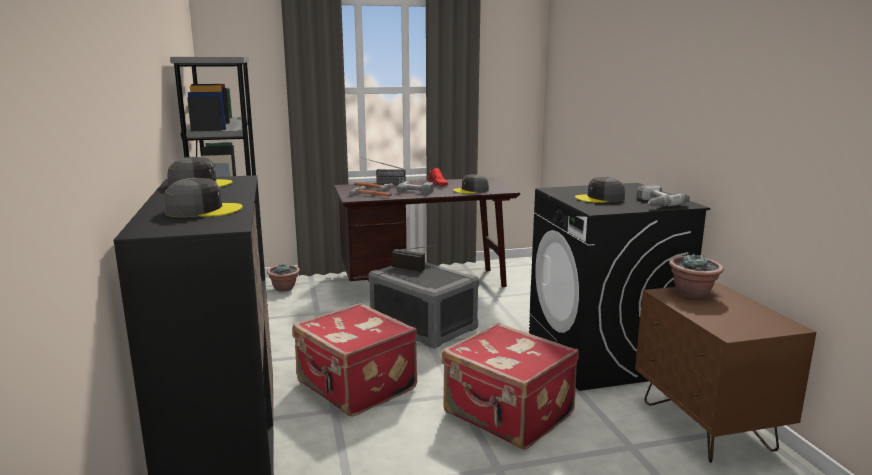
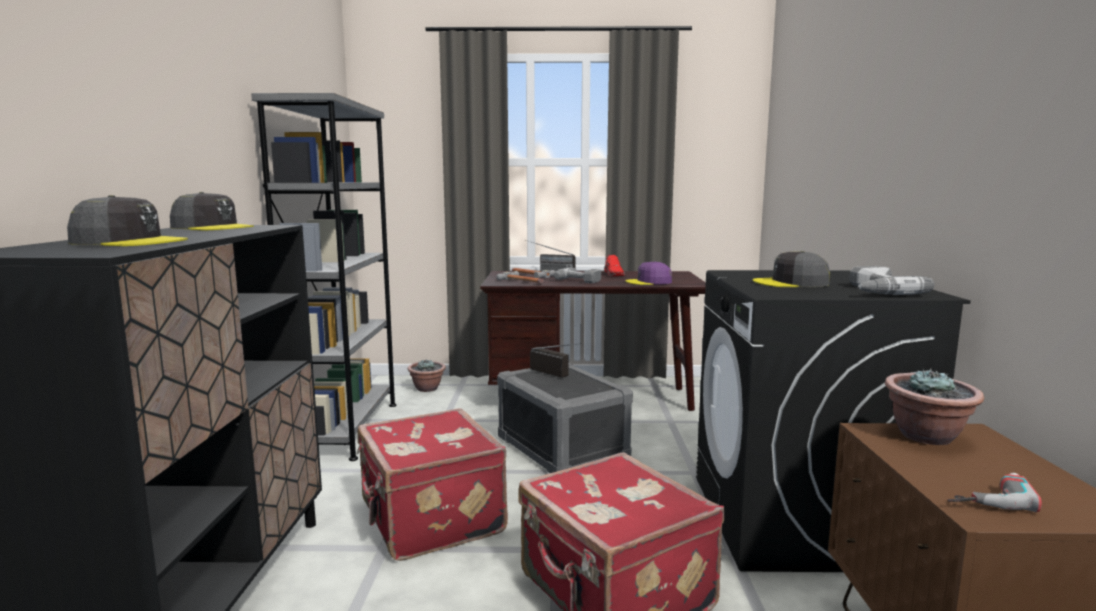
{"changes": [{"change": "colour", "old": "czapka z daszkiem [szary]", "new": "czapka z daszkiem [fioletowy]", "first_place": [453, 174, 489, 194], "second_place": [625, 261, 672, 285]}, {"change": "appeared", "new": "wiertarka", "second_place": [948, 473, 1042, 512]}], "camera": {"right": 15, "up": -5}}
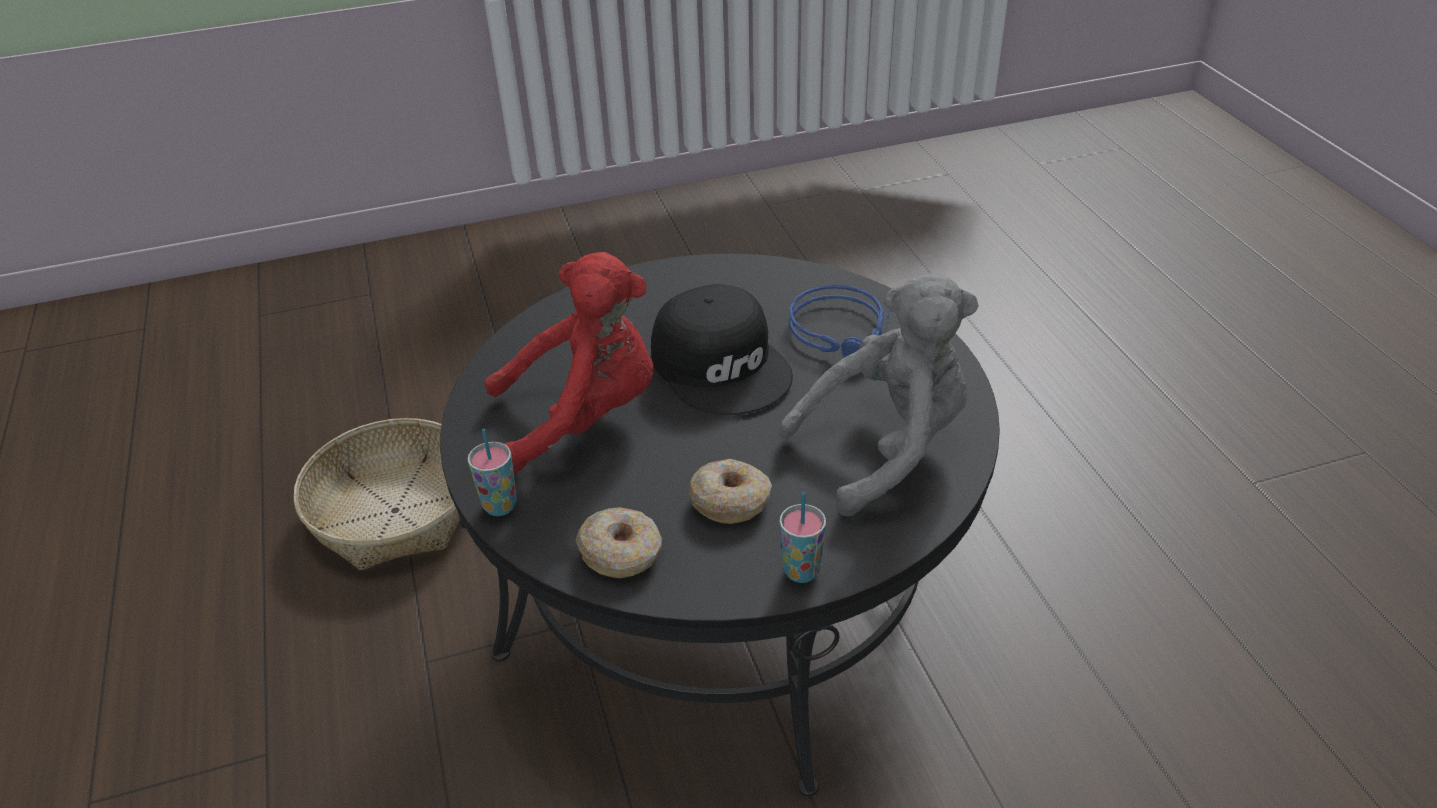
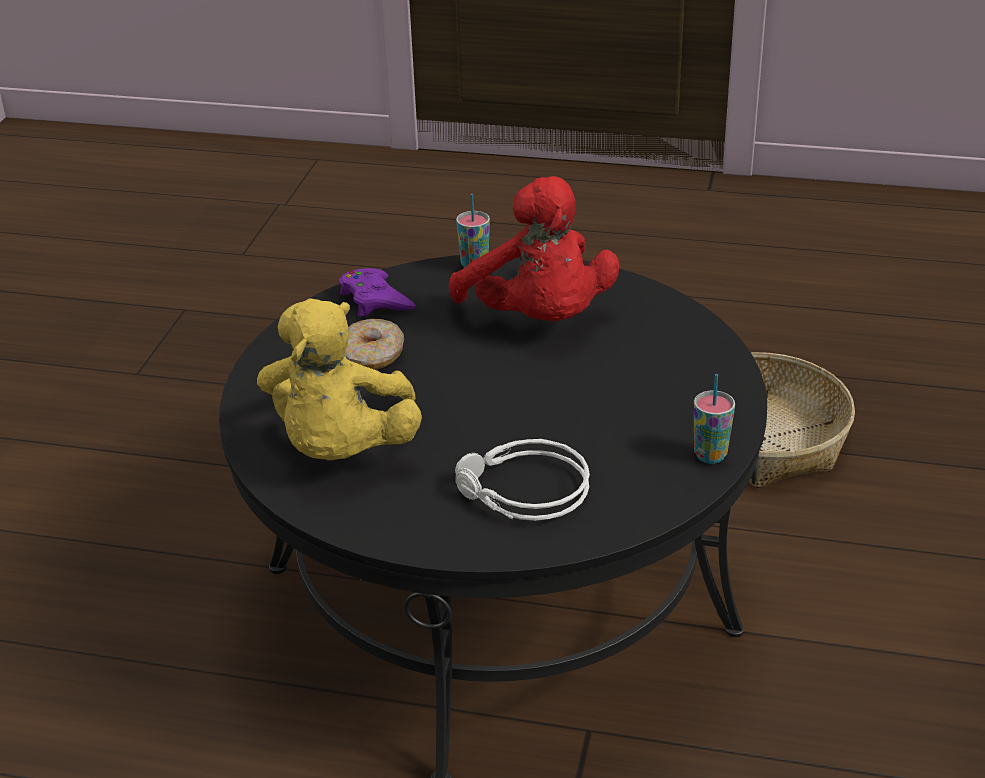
{"changes": [{"change": "colour", "old": "pluszak [szary]", "new": "pluszak [żółty]", "first_place": [778, 273, 979, 516], "second_place": [257, 298, 422, 460]}, {"change": "exchanged", "old": "donut", "new": "pad do gier [fioletowy]", "first_place": [576, 507, 662, 578], "second_place": [339, 268, 416, 316]}, {"change": "spun", "old": "pluszak [czerwony]", "first_place": [484, 252, 654, 474], "second_place": [449, 176, 620, 321], "degrees": -45}, {"change": "colour", "old": "słuchawki [niebieski]", "new": "słuchawki [biały]", "first_place": [789, 285, 890, 358], "second_place": [455, 439, 590, 521]}, {"change": "relocated", "old": "filiżanka", "first_place": [779, 492, 826, 583], "second_place": [694, 374, 735, 464]}, {"change": "missing", "old": "czapka z daszkiem [czarny]", "first_place": [651, 284, 793, 415]}], "camera": {"right": 120, "up": -5}}
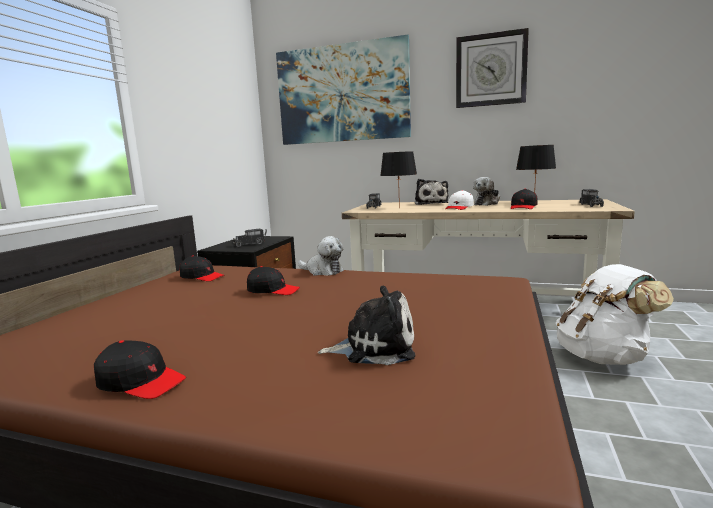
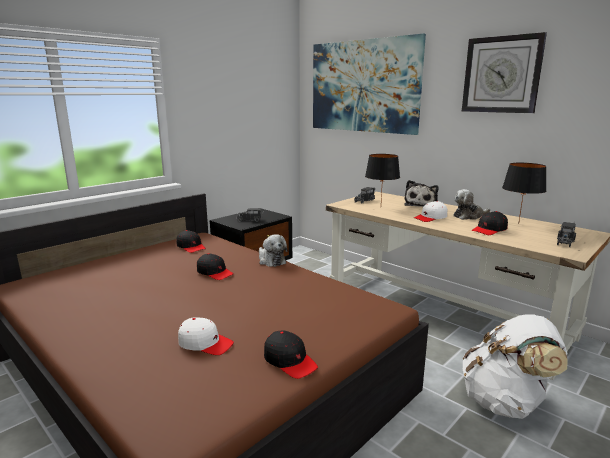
{"changes": [{"change": "exchanged", "old": "pluszak", "new": "czapka z daszkiem [biały]", "first_place": [318, 286, 415, 365], "second_place": [178, 317, 234, 355]}, {"change": "relocated", "old": "czapka z daszkiem [czarny]", "first_place": [94, 340, 186, 399], "second_place": [264, 331, 318, 379]}], "camera": {"right": 25, "up": 5}}
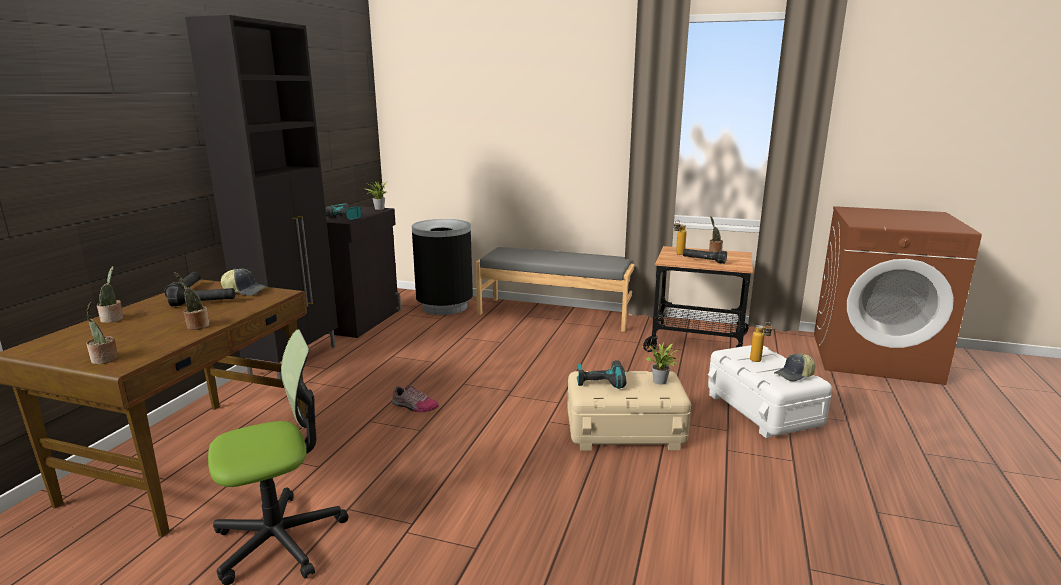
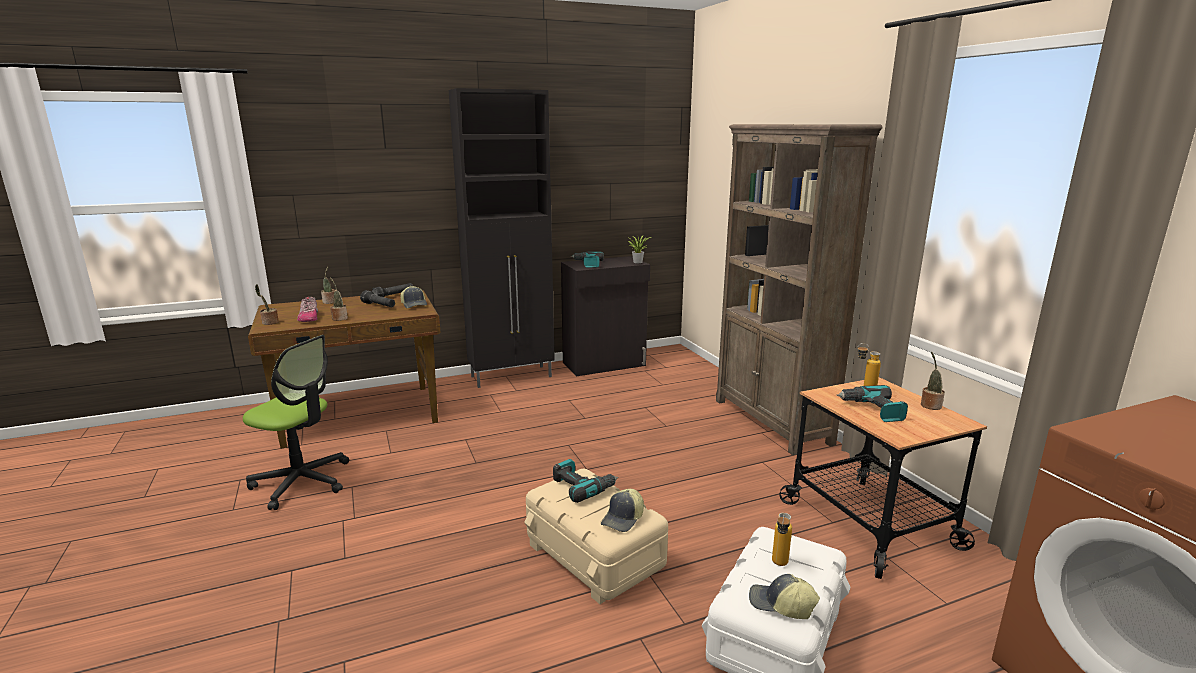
{"changes": [{"change": "relocated", "old": "but", "first_place": [392, 385, 439, 412], "second_place": [297, 297, 318, 322]}, {"change": "exchanged", "old": "roślina doniczkowa", "new": "czapka z daszkiem", "first_place": [646, 343, 678, 385], "second_place": [601, 489, 644, 532]}, {"change": "exchanged", "old": "ławka [szary]", "new": "regał [brązowy]", "first_place": [476, 247, 634, 332], "second_place": [716, 124, 882, 455]}, {"change": "exchanged", "old": "latarka [czarny]", "new": "wiertarka", "first_place": [683, 249, 727, 264], "second_place": [836, 385, 908, 422]}, {"change": "missing", "old": "kosz na śmieci [czarny]", "first_place": [411, 219, 473, 315]}], "camera": {"right": 50, "up": 0}}
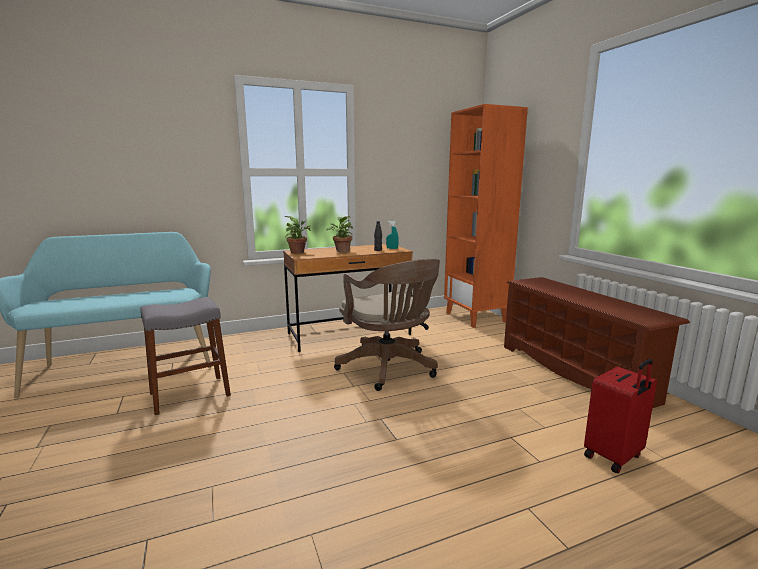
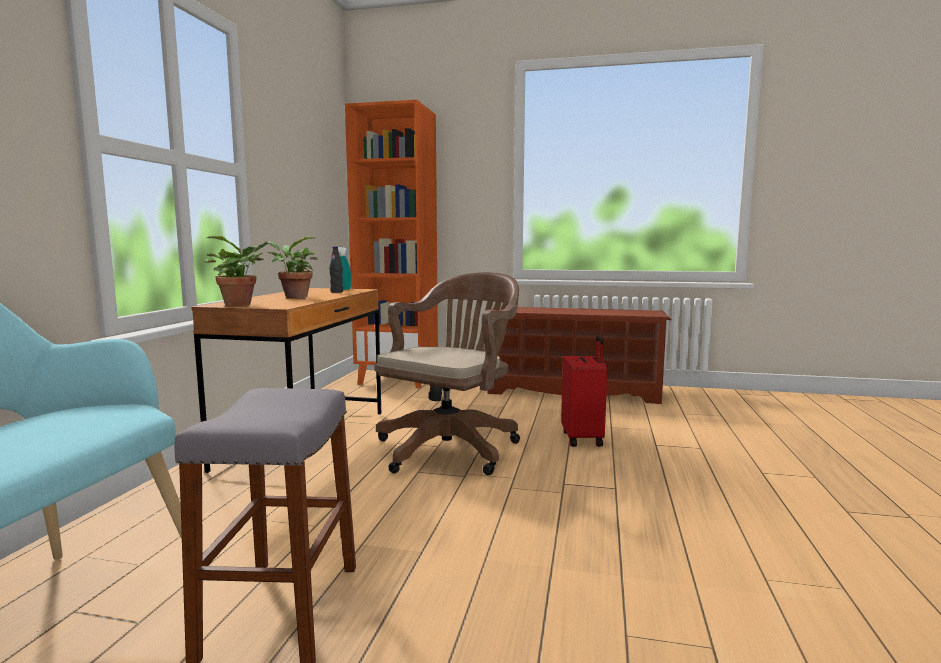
{"changes": [{"change": "spun", "old": "krzesło biurowe [brązowy]", "first_place": [334, 259, 440, 391], "second_place": [374, 272, 520, 475], "degrees": -60}, {"change": "relocated", "old": "walizka [czerwony]", "first_place": [584, 359, 657, 473], "second_place": [561, 336, 607, 447]}], "camera": {"right": -55, "up": -5}}
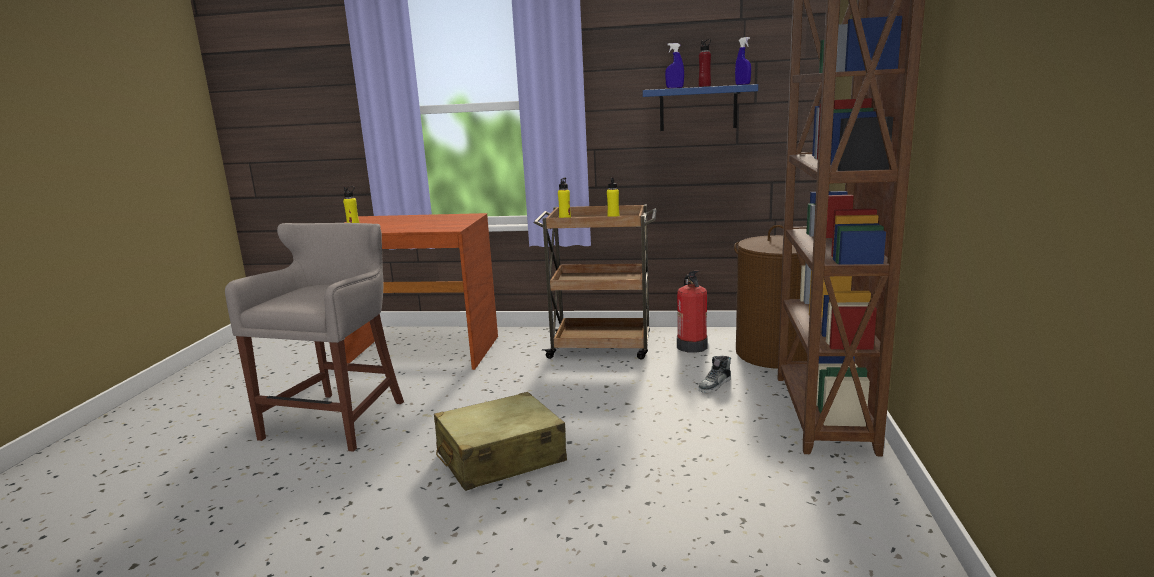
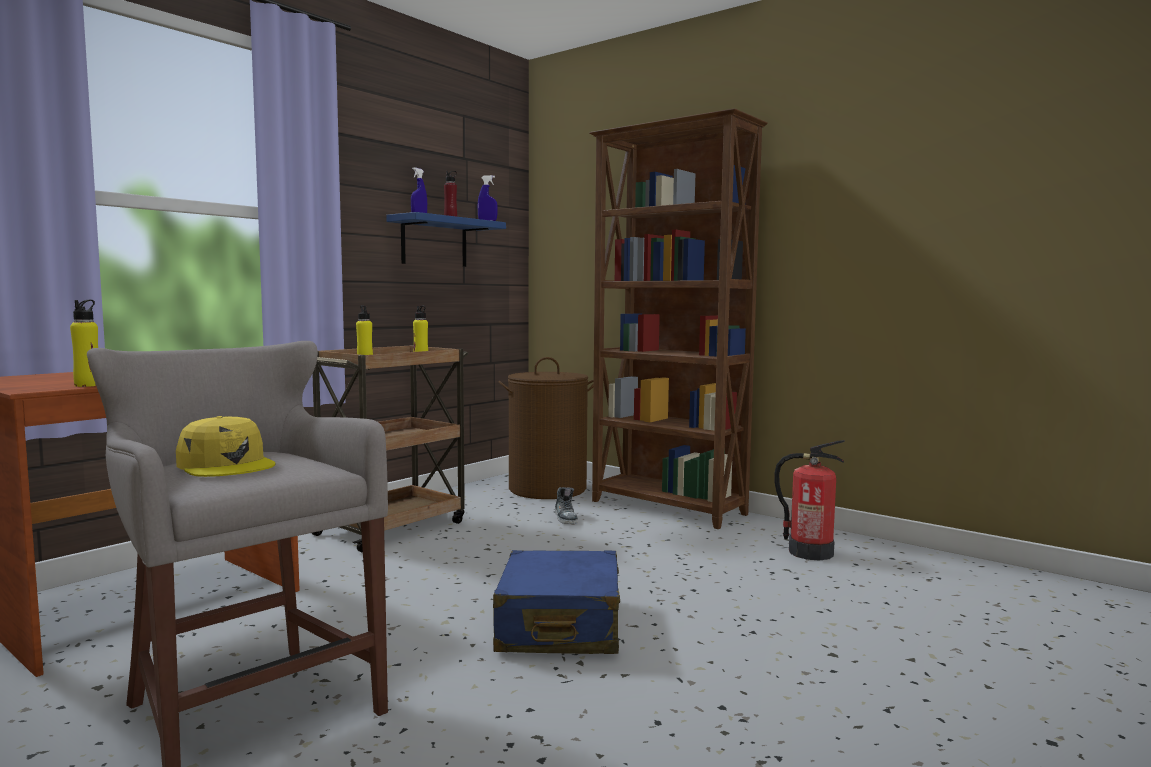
{"changes": [{"change": "appeared", "new": "czapka z daszkiem [żółty]", "second_place": [176, 416, 275, 477]}, {"change": "colour", "old": "walizka [beżowy]", "new": "walizka [niebieski]", "first_place": [434, 392, 567, 491], "second_place": [493, 550, 620, 654]}, {"change": "relocated", "old": "gaśnica", "first_place": [677, 271, 708, 353], "second_place": [774, 440, 845, 561]}], "camera": {"right": -60, "up": -10}}
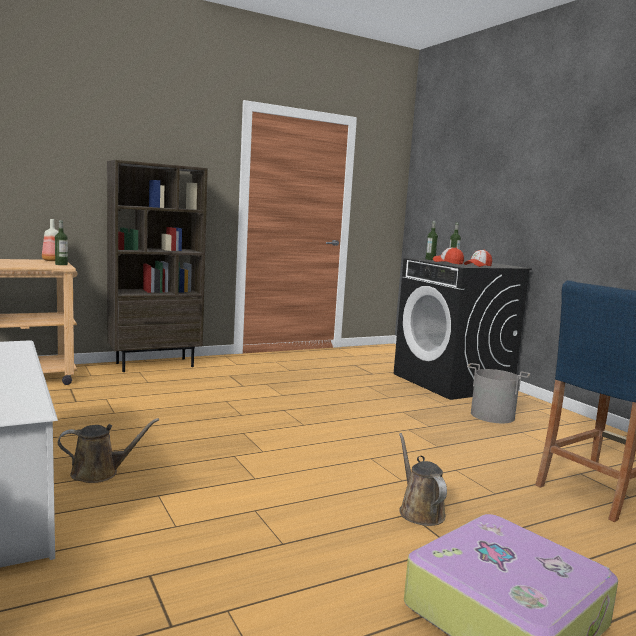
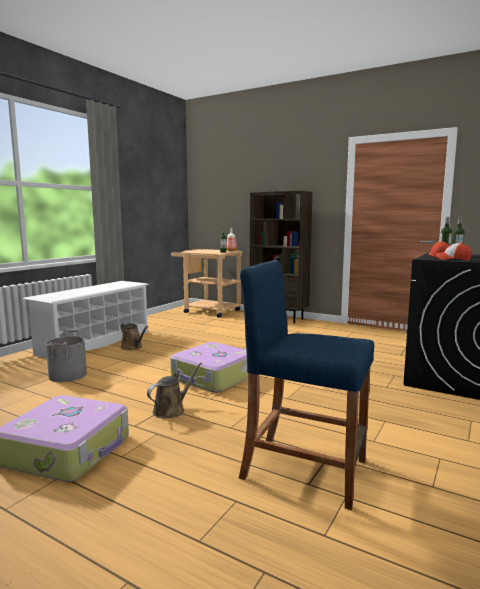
{"changes": [{"change": "relocated", "old": "wiadro [szary]", "first_place": [467, 363, 530, 423], "second_place": [46, 330, 87, 382]}, {"change": "appeared", "new": "walizka", "second_place": [170, 342, 248, 393]}], "camera": {"right": 60, "up": 0}}
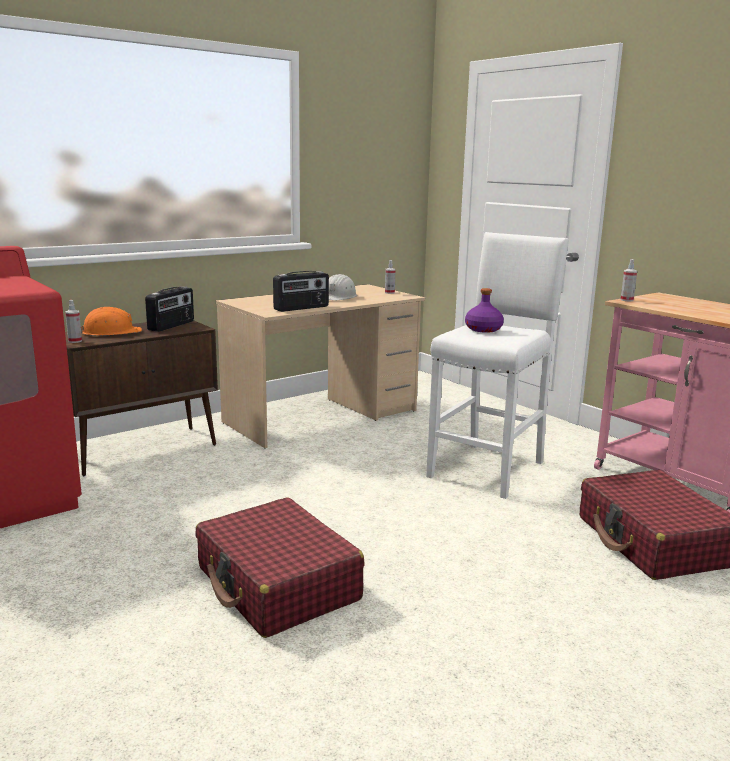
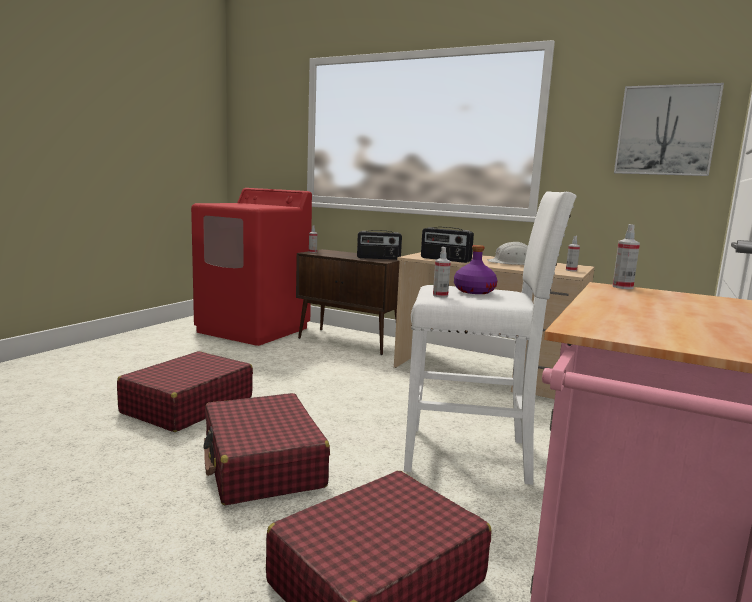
{"changes": [{"change": "appeared", "new": "walizka [czerwony]", "second_place": [204, 393, 330, 505]}, {"change": "appeared", "new": "spryskiwacz", "second_place": [433, 247, 451, 297]}, {"change": "appeared", "new": "obraz", "second_place": [614, 83, 724, 176]}, {"change": "missing", "old": "kask [pomarańczowy]", "first_place": [81, 307, 142, 336]}], "camera": {"right": 65, "up": -5}}
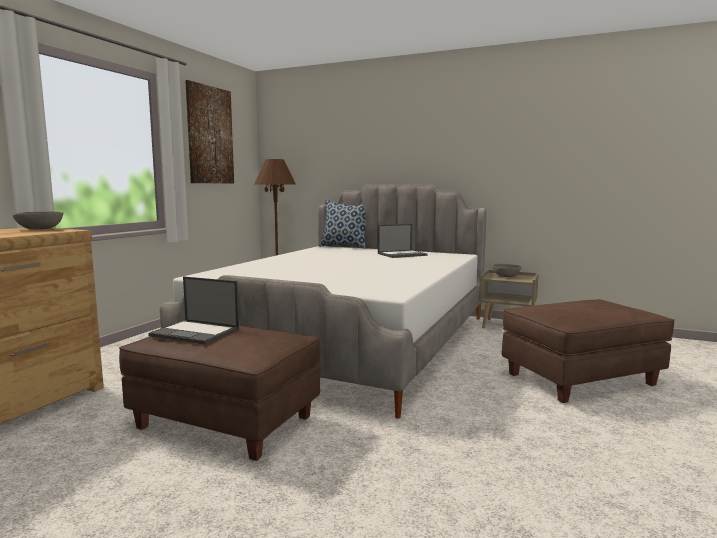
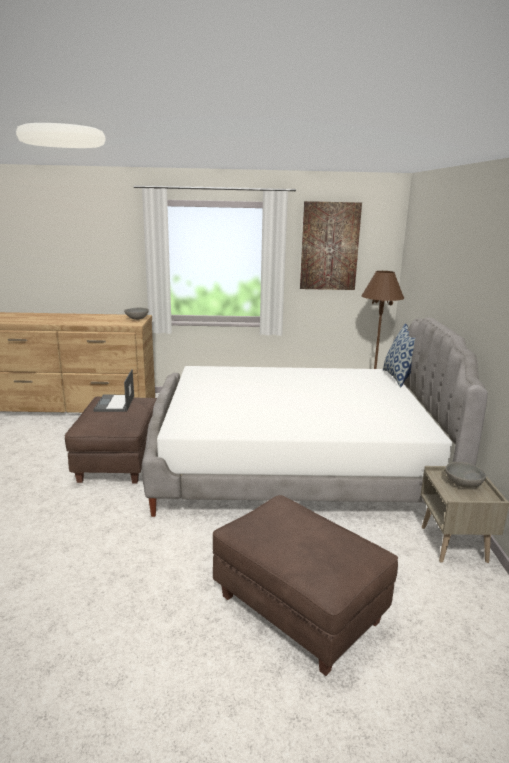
{"changes": [{"change": "missing", "old": "laptop", "first_place": [378, 224, 427, 258]}], "camera": {"right": 65, "up": 10}}
